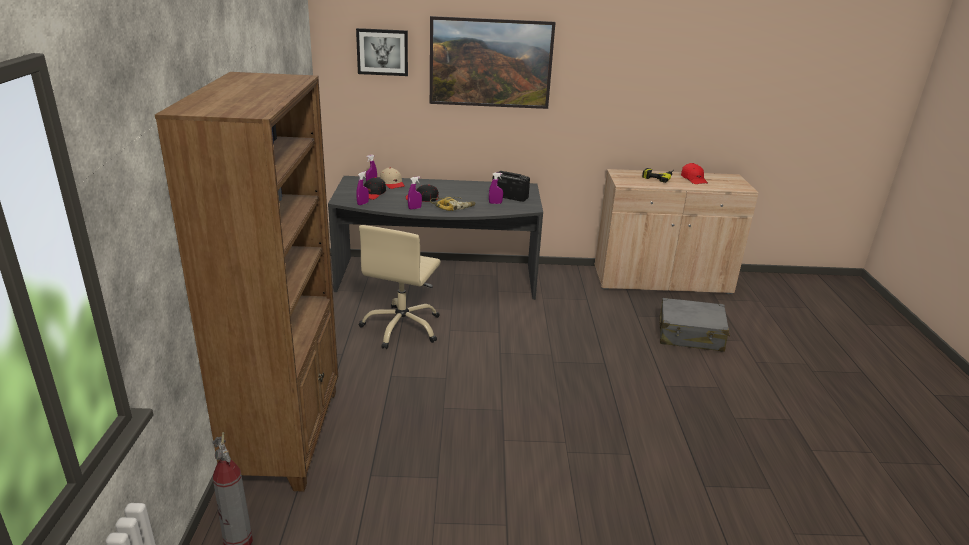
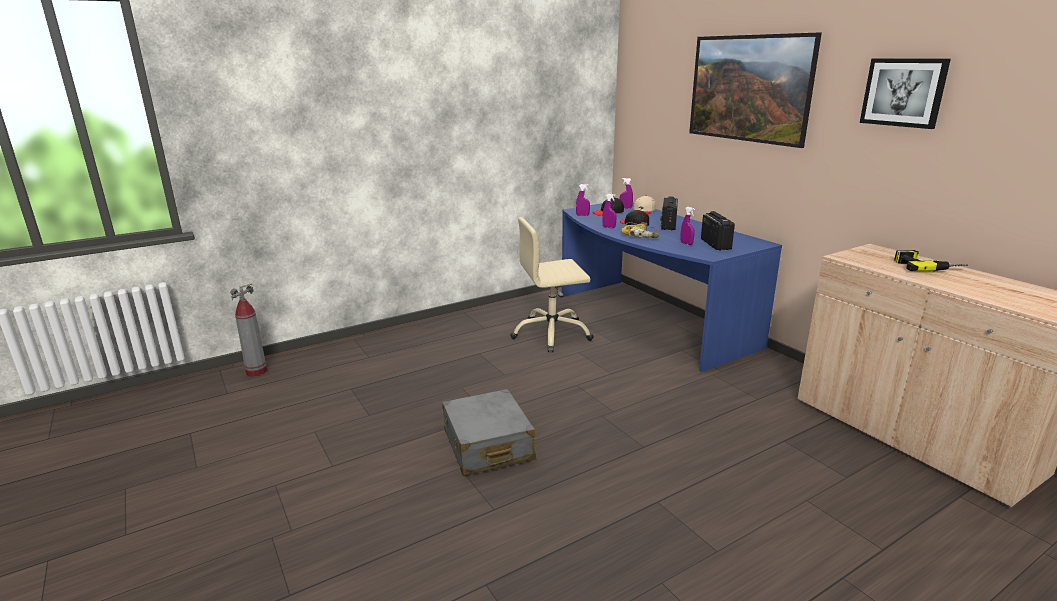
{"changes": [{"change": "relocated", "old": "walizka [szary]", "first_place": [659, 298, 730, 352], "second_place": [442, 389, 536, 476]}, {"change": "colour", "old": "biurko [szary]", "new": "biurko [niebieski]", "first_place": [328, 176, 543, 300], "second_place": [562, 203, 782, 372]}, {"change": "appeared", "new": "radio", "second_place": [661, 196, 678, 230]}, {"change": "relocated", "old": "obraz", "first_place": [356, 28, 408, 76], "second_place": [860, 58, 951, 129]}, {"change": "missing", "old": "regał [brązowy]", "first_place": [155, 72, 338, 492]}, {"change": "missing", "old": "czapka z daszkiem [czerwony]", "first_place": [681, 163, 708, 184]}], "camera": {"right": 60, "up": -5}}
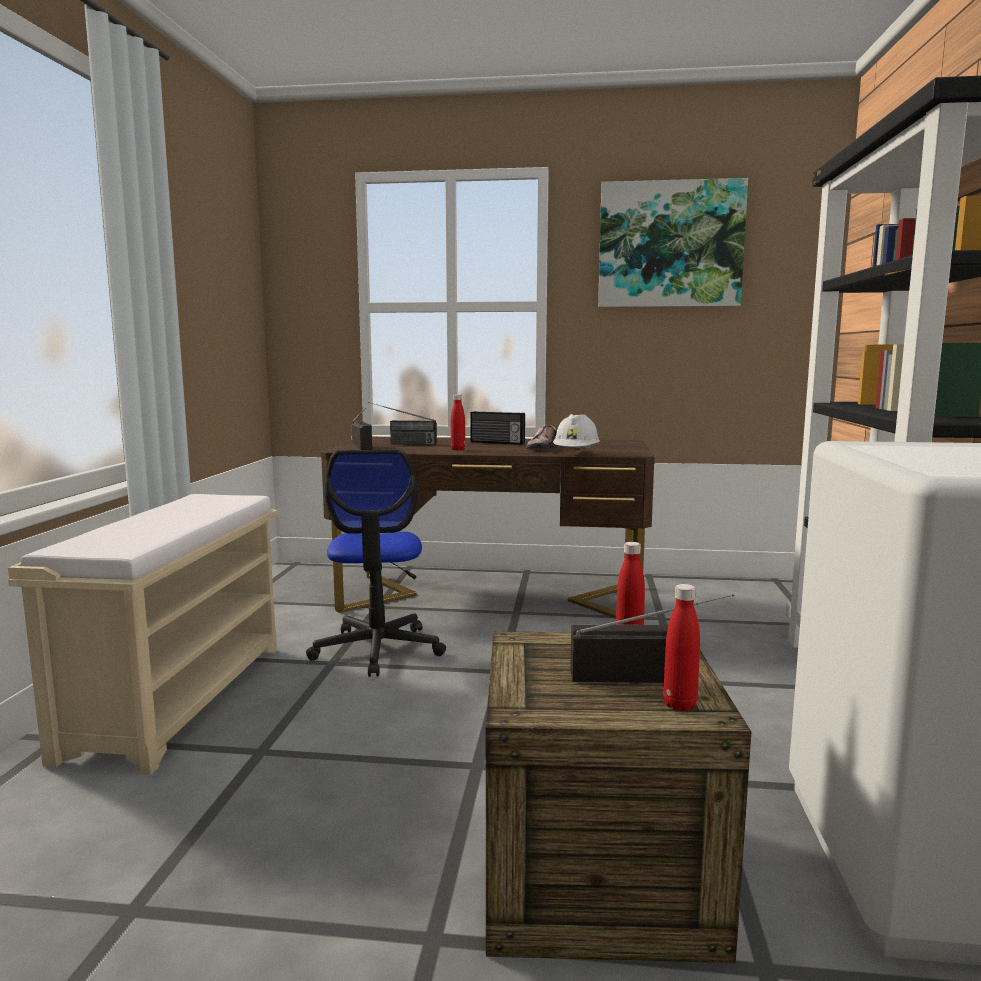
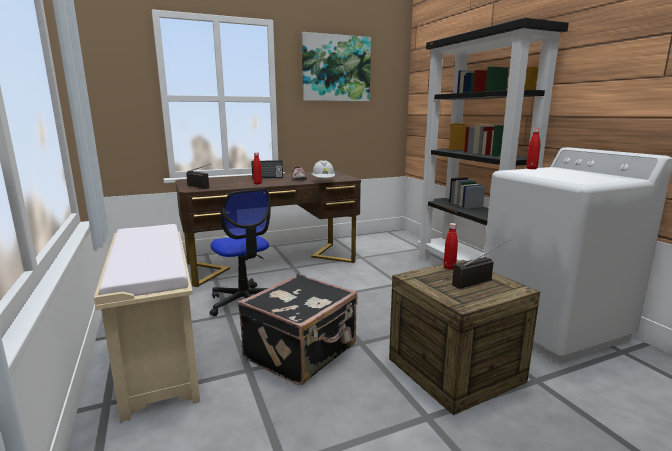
{"changes": [{"change": "appeared", "new": "walizka [czarny]", "second_place": [238, 274, 357, 385]}, {"change": "relocated", "old": "butelka [czerwony]", "first_place": [663, 584, 700, 711], "second_place": [526, 128, 540, 169]}, {"change": "missing", "old": "radio", "first_place": [368, 402, 437, 445]}], "camera": {"right": -30, "up": 5}}
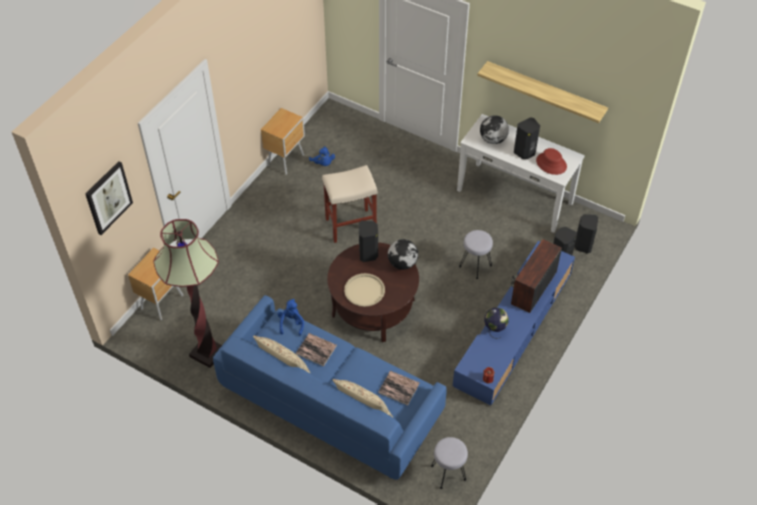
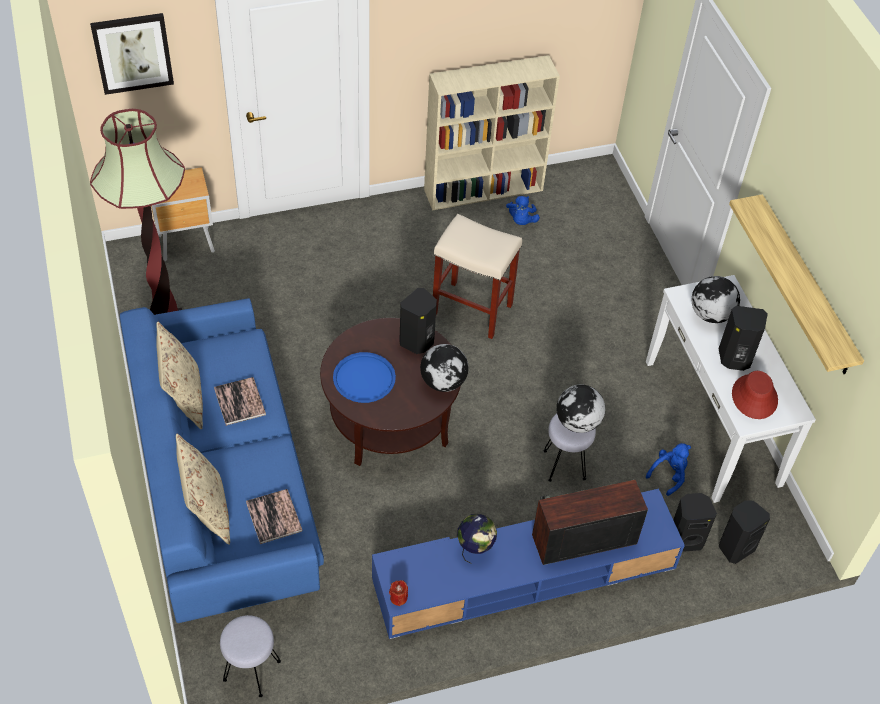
{"changes": [{"change": "colour", "old": "taca [beżowy]", "new": "taca [niebieski]", "first_place": [344, 273, 385, 307], "second_place": [333, 352, 396, 403]}, {"change": "exchanged", "old": "szafka nocna [brązowy]", "new": "regał [beżowy]", "first_place": [261, 108, 305, 175], "second_place": [424, 55, 560, 210]}, {"change": "appeared", "new": "globus", "second_place": [557, 384, 605, 433]}, {"change": "relocated", "old": "pluszak [niebieski]", "first_place": [278, 299, 304, 336], "second_place": [646, 443, 691, 496]}], "camera": {"right": 40, "up": 0}}
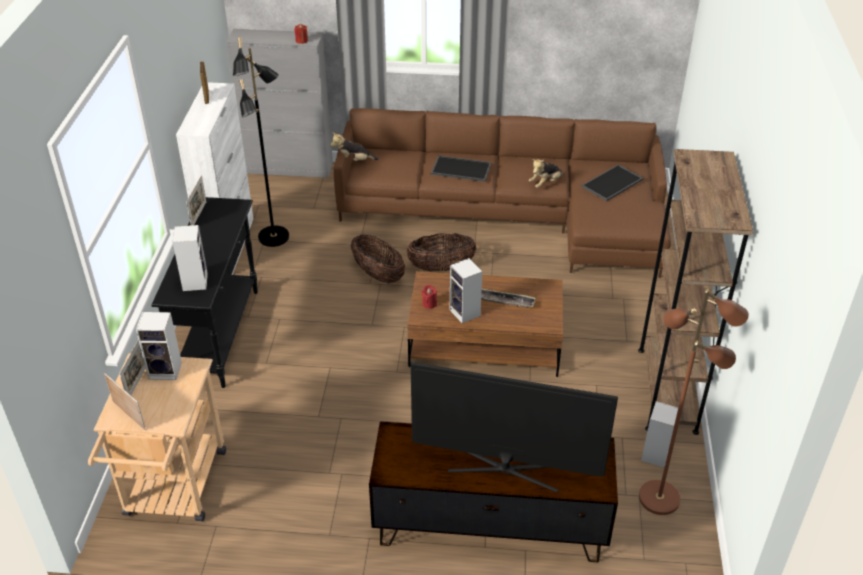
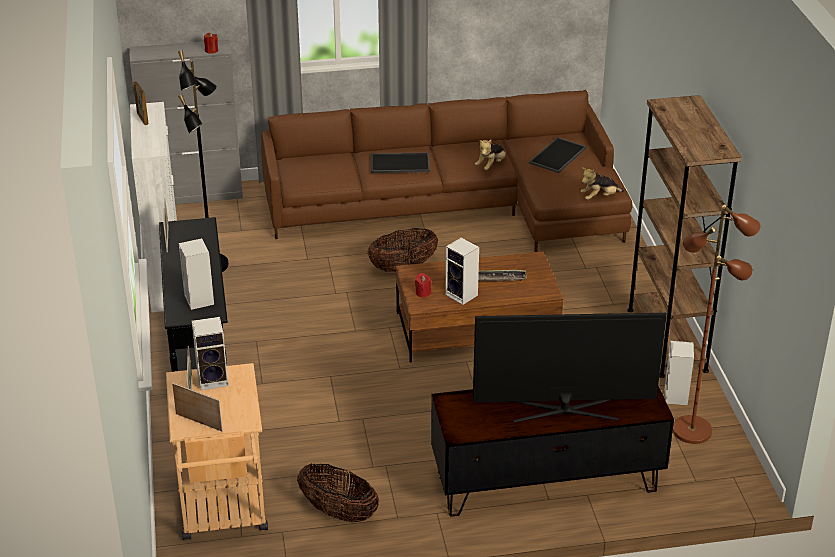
{"changes": [{"change": "relocated", "old": "koszyk", "first_place": [351, 235, 406, 283], "second_place": [297, 463, 379, 522]}, {"change": "relocated", "old": "pluszak", "first_place": [330, 132, 379, 161], "second_place": [581, 168, 624, 200]}], "camera": {"right": -15, "up": -5}}
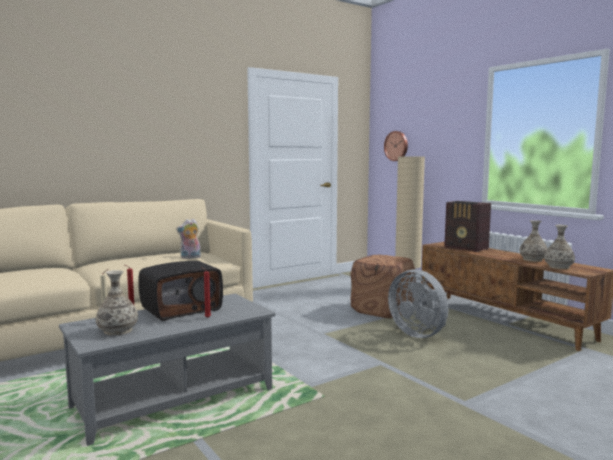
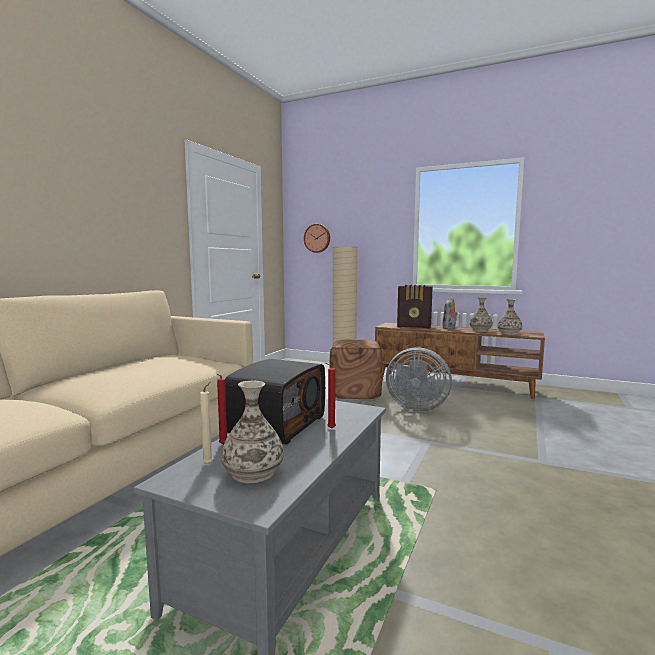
{"changes": [{"change": "relocated", "old": "pluszak", "first_place": [176, 219, 201, 259], "second_place": [442, 296, 458, 329]}], "camera": {"right": -30, "up": 0}}
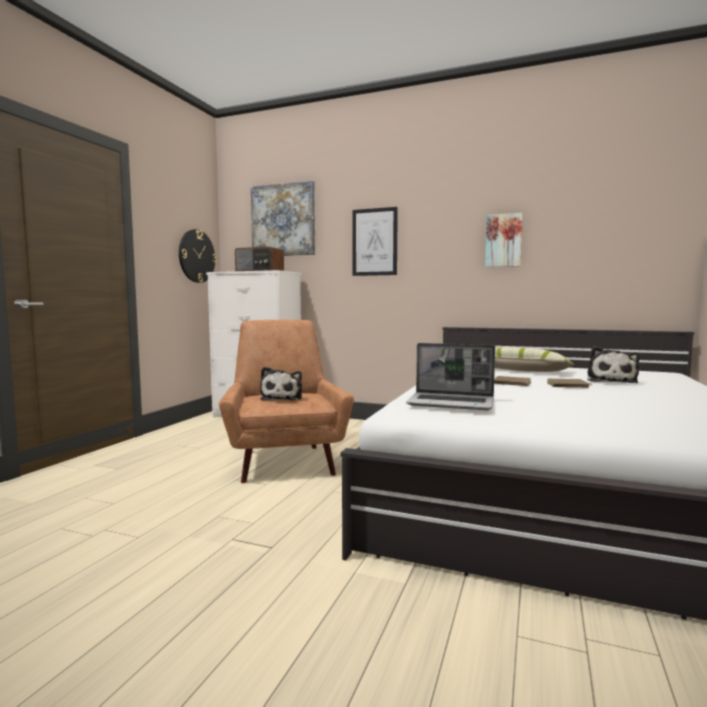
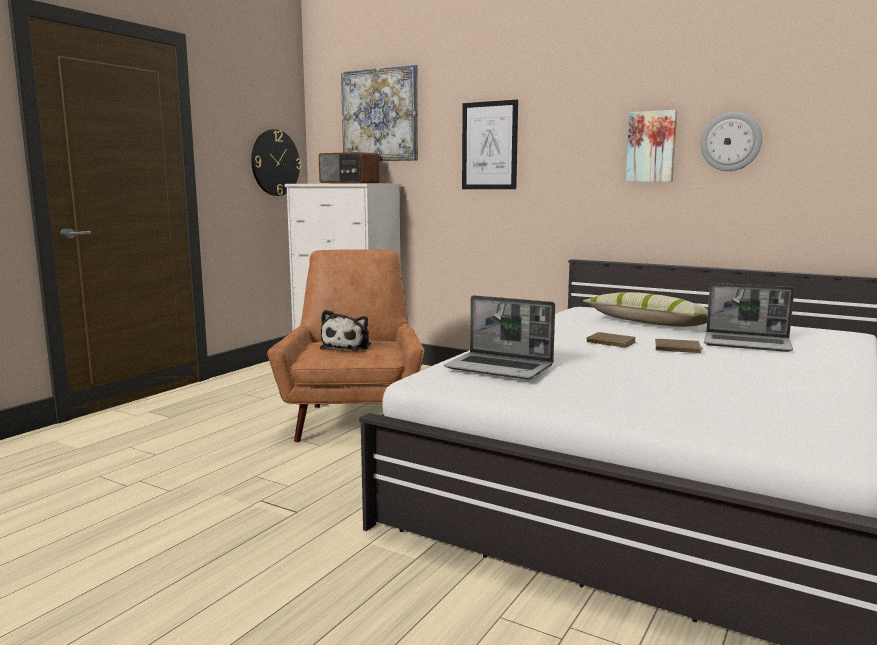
{"changes": [{"change": "appeared", "new": "zegar ścienny", "second_place": [701, 112, 762, 171]}, {"change": "exchanged", "old": "pluszak", "new": "laptop", "first_place": [587, 346, 640, 383], "second_place": [704, 283, 794, 352]}], "camera": {"right": 10, "up": 5}}
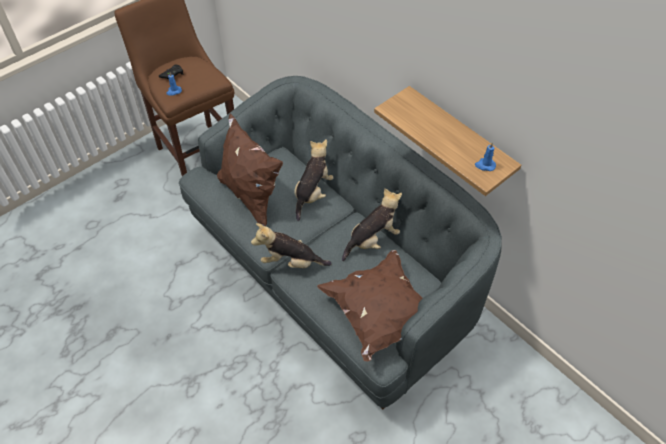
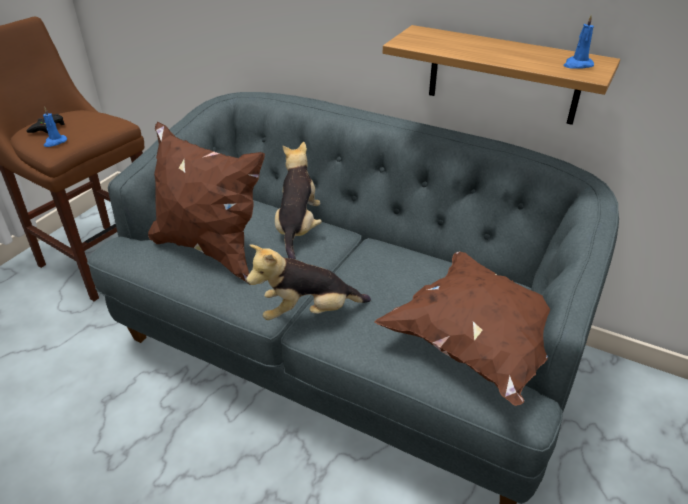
{"changes": [{"change": "missing", "old": "pluszak", "first_place": [342, 188, 402, 261]}], "camera": {"right": -20, "up": -15}}
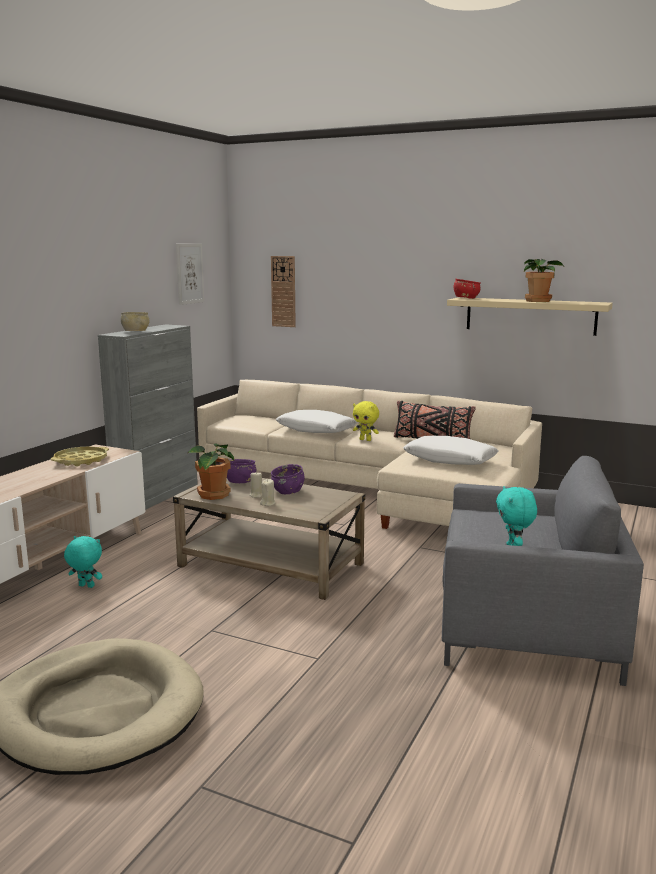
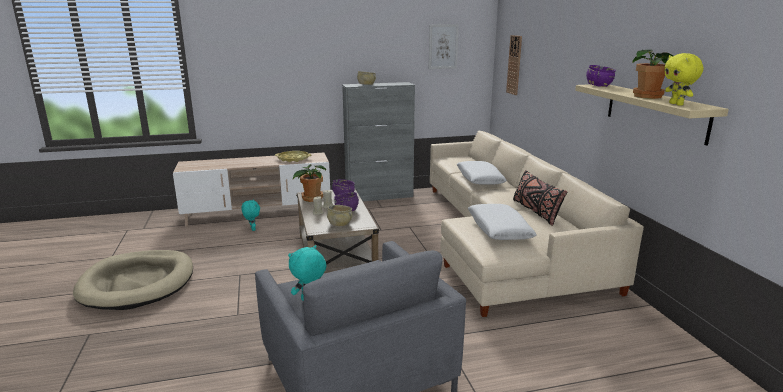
{"changes": [{"change": "appeared", "new": "miska [beżowy]", "second_place": [327, 205, 353, 226]}, {"change": "colour", "old": "miska [czerwony]", "new": "miska [fioletowy]", "first_place": [454, 279, 481, 299], "second_place": [586, 65, 616, 87]}, {"change": "relocated", "old": "pluszak [żółty]", "first_place": [353, 401, 379, 441], "second_place": [664, 53, 703, 106]}], "camera": {"right": 50, "up": 5}}
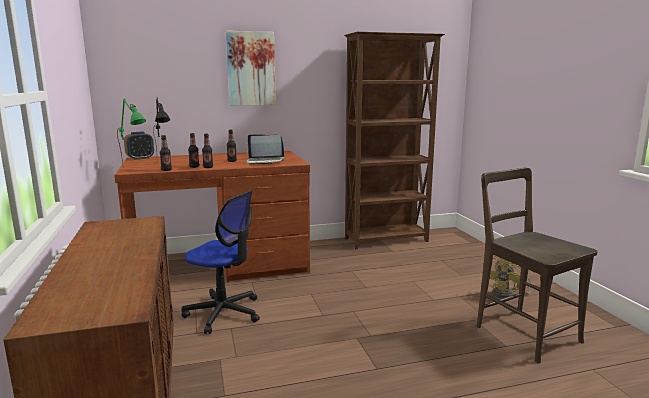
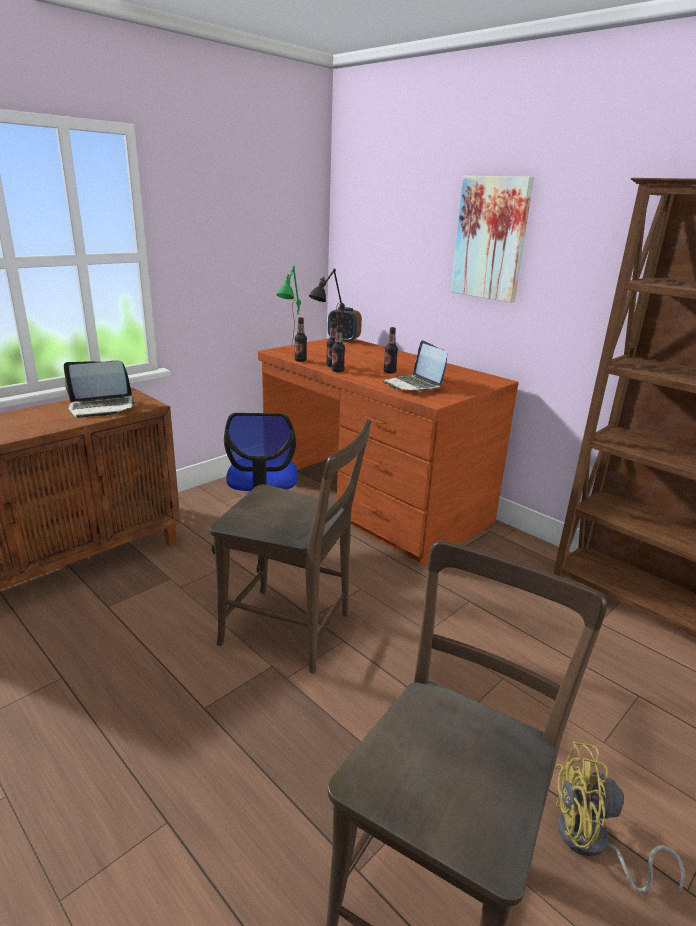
{"changes": [{"change": "appeared", "new": "laptop", "second_place": [64, 361, 136, 418]}, {"change": "appeared", "new": "krzesło [brązowy]", "second_place": [210, 419, 371, 673]}], "camera": {"right": 60, "up": 10}}
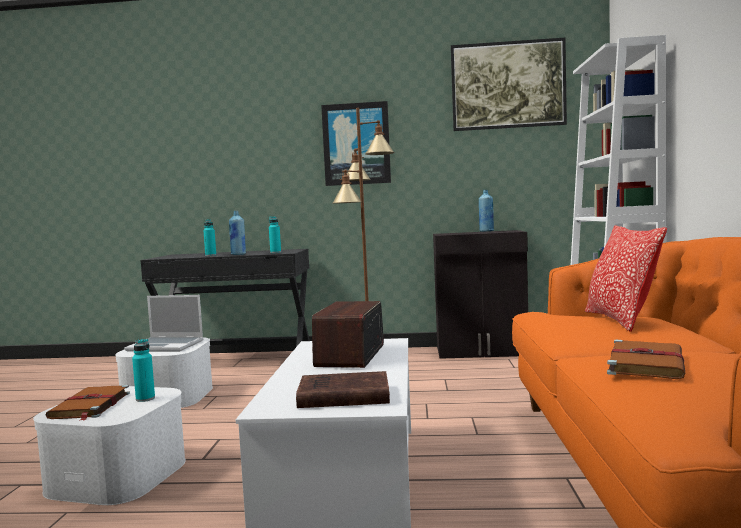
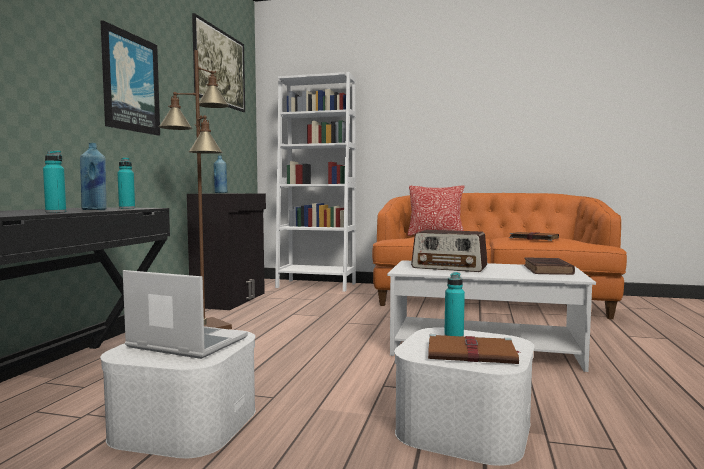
{"changes": [{"change": "spun", "old": "laptop", "first_place": [124, 295, 203, 352], "second_place": [123, 270, 248, 359], "degrees": -90}], "camera": {"right": -80, "up": 0}}
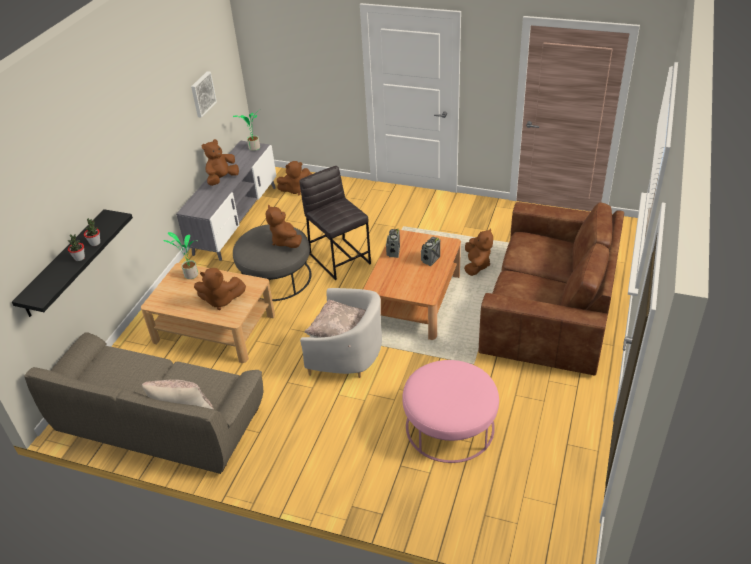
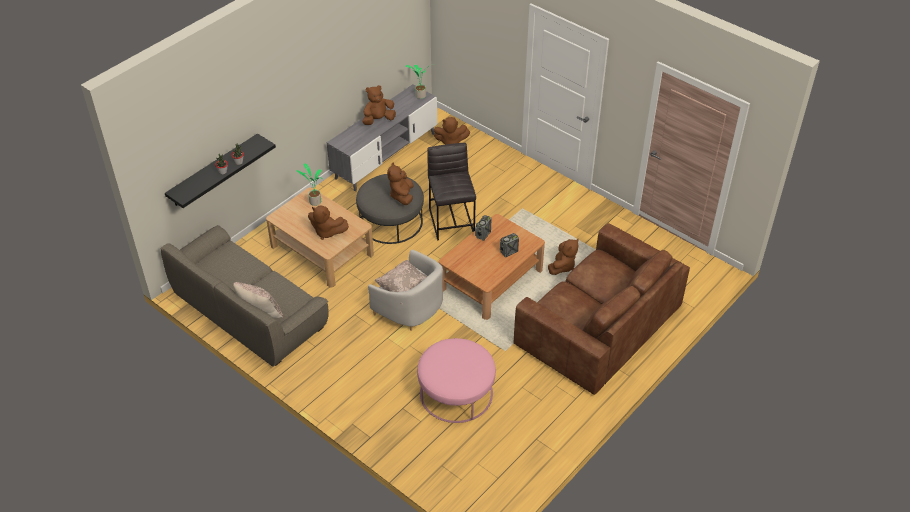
{"changes": [{"change": "missing", "old": "obraz", "first_place": [191, 71, 217, 118]}], "camera": {"right": 20, "up": 5}}
